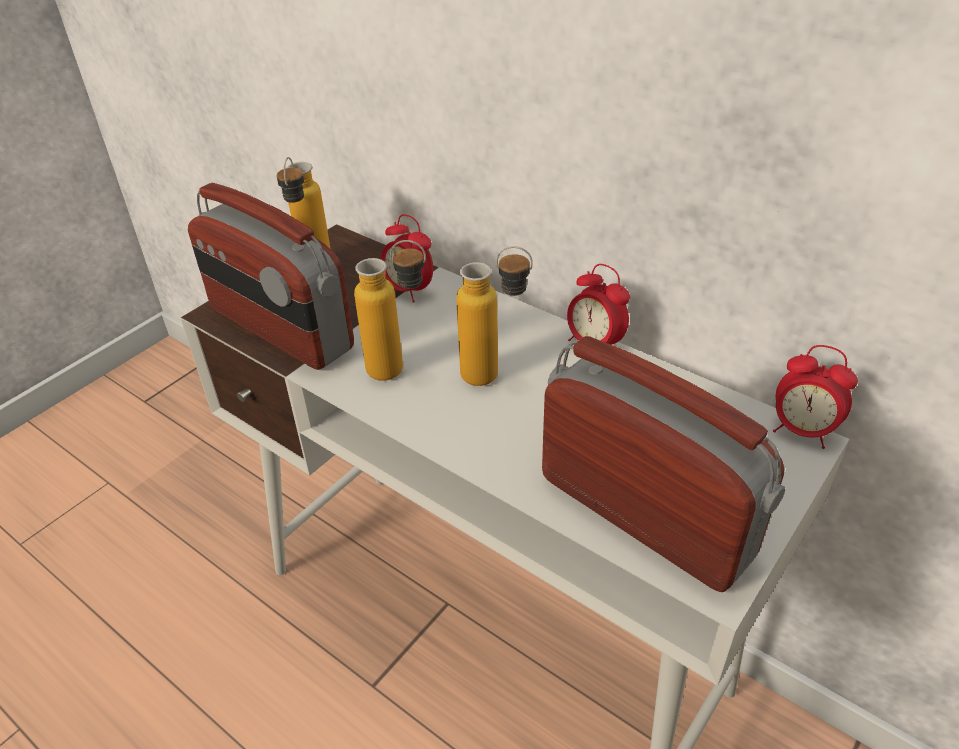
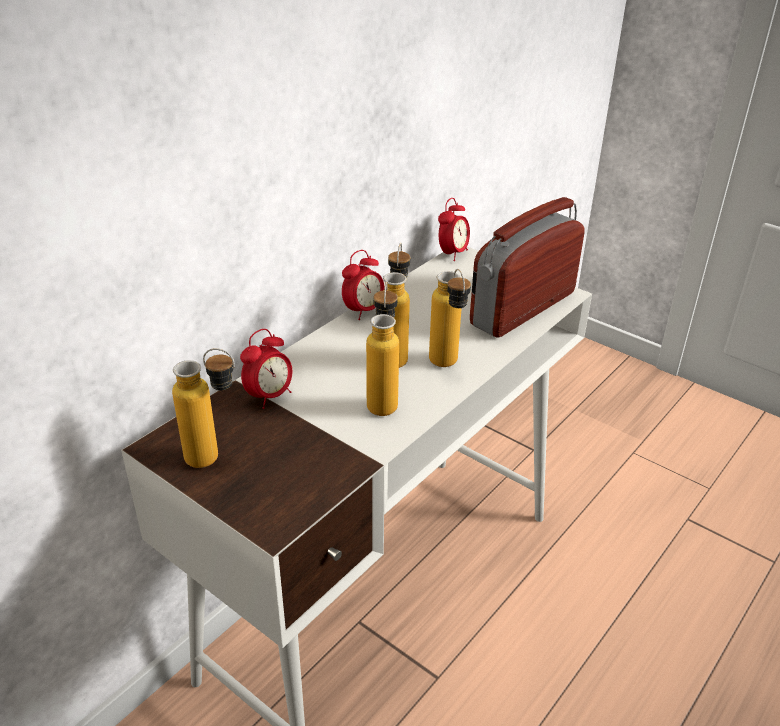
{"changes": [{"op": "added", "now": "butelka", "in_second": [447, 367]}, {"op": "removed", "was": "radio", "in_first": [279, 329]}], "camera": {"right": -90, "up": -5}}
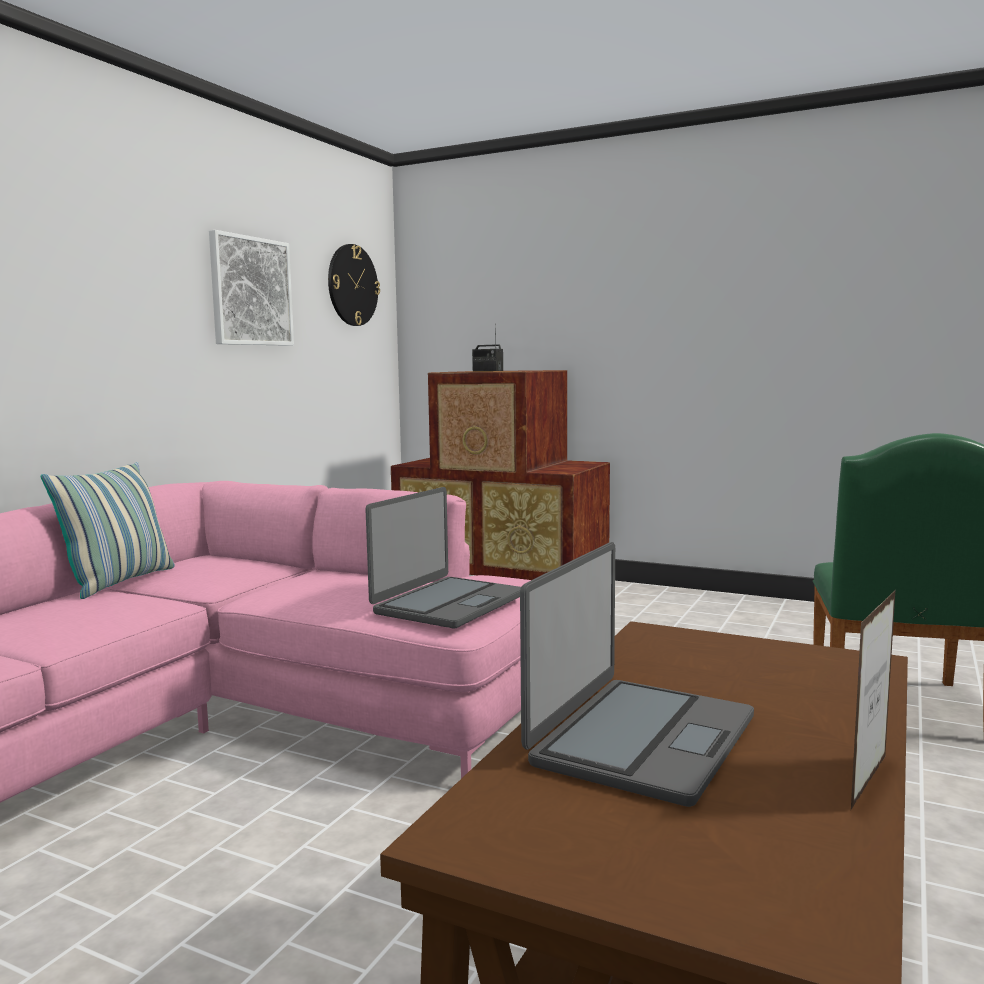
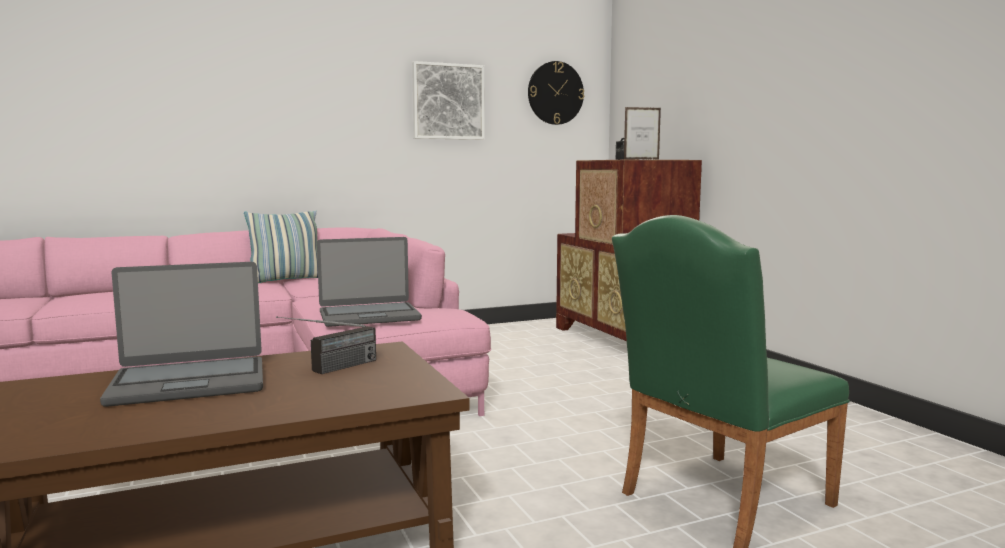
{"changes": [{"op": "added", "now": "radio", "in_second": [330, 369]}, {"op": "moved", "was": "ramka na zdjęcie", "in_first": [869, 781], "in_second": [641, 159]}], "camera": {"right": 40, "up": 0}}
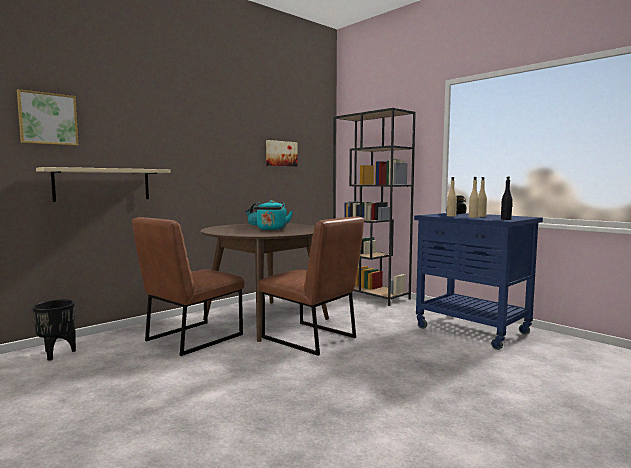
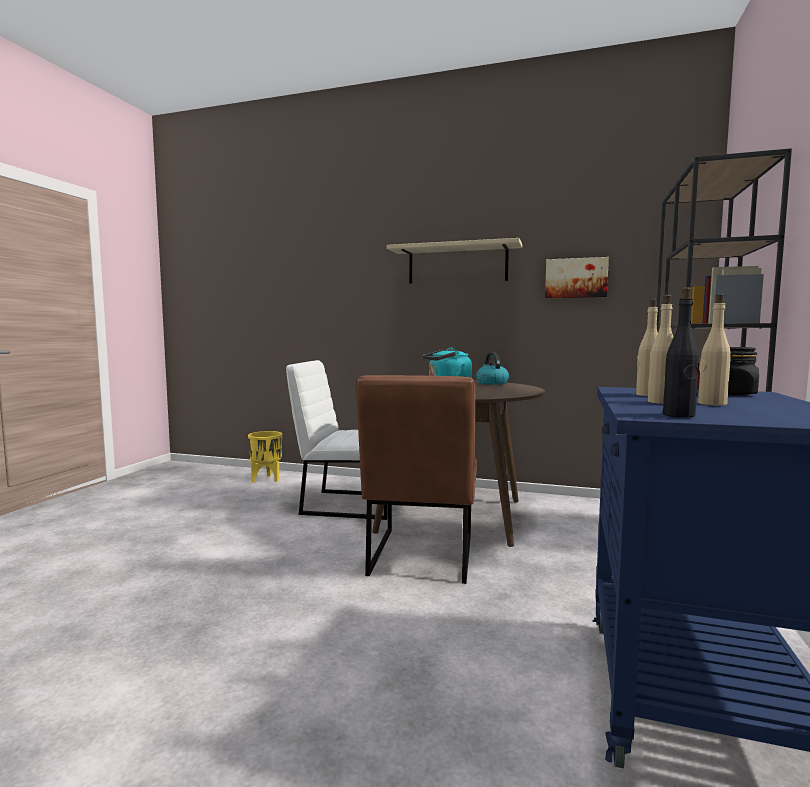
{"changes": [{"op": "recoloured", "was": "donica (czarny)", "now": "donica (żółty)", "in_first": [57, 354], "in_second": [266, 479]}, {"op": "recoloured", "was": "krzesło (brązowy)", "now": "krzesło (biały)", "in_first": [192, 338], "in_second": [348, 504]}, {"op": "moved", "was": "półka (beżowy)", "in_first": [103, 184], "in_second": [457, 264]}, {"op": "removed", "was": "obraz", "in_first": [48, 119]}], "camera": {"right": 60, "up": 0}}
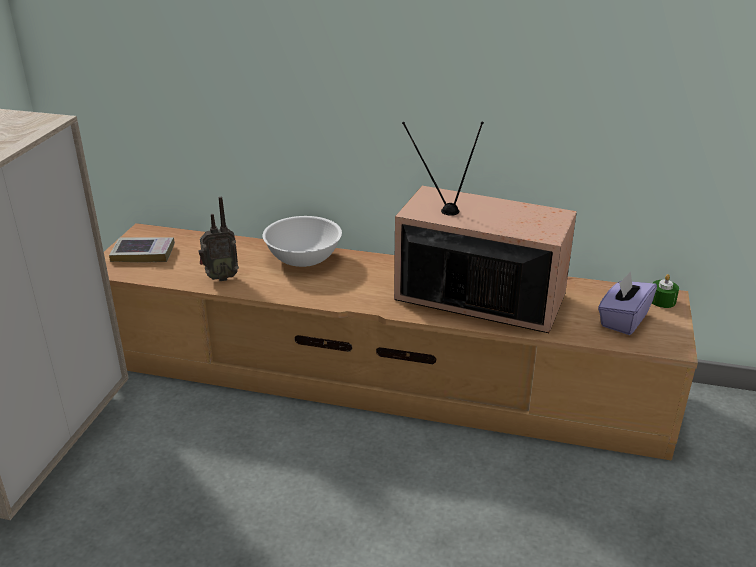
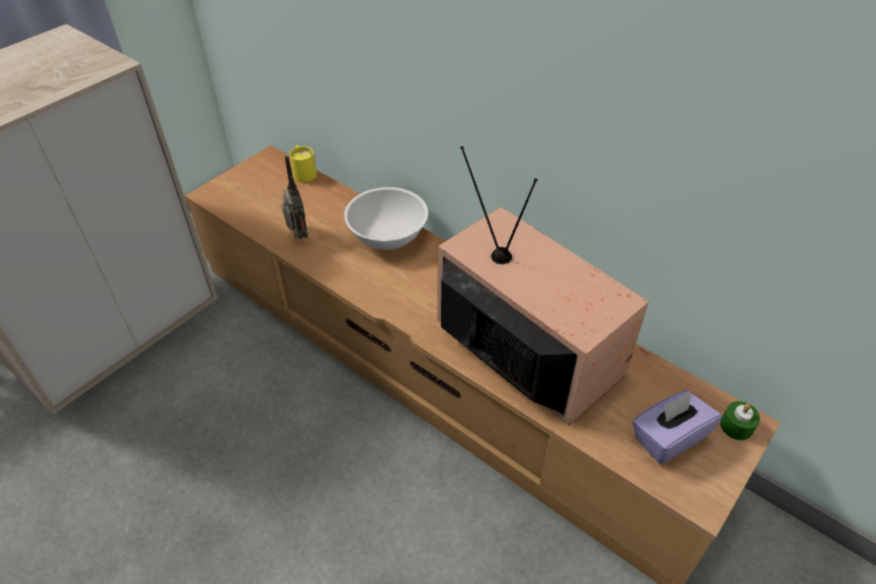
{"changes": [{"op": "turned", "was": "radio", "in_first": [220, 277], "in_second": [298, 236], "clockwise": -120}, {"op": "added", "now": "kubek (żółty)", "in_second": [303, 172]}, {"op": "removed", "was": "książka", "in_first": [143, 253]}], "camera": {"right": 25, "up": 15}}
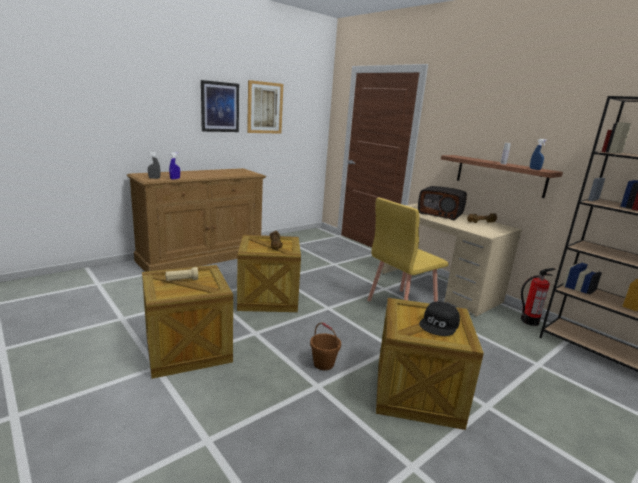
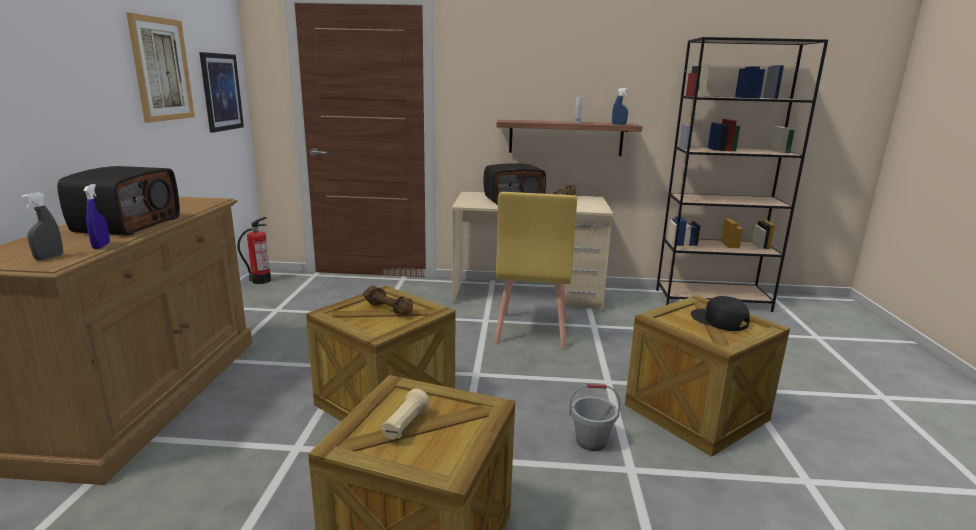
{"changes": [{"op": "added", "now": "radio", "in_second": [127, 224]}, {"op": "moved", "was": "obraz", "in_first": [220, 107], "in_second": [221, 92]}, {"op": "moved", "was": "gaśnica", "in_first": [529, 321], "in_second": [261, 280]}, {"op": "recoloured", "was": "wiadro (brązowy)", "now": "wiadro (szary)", "in_first": [324, 364], "in_second": [591, 441]}, {"op": "turned", "was": "czapka z daszkiem (czarny)", "in_first": [439, 324], "in_second": [719, 320], "clockwise": 150}], "camera": {"right": -45, "up": 0}}
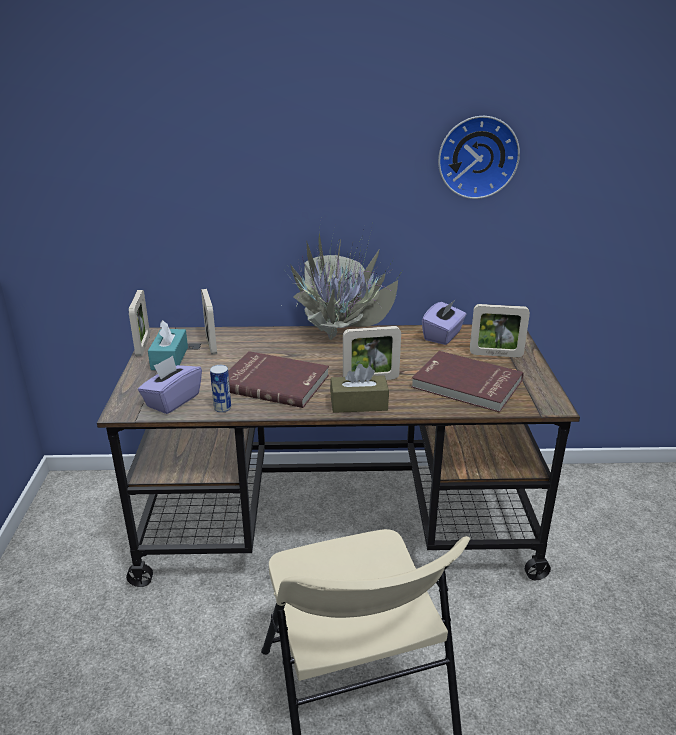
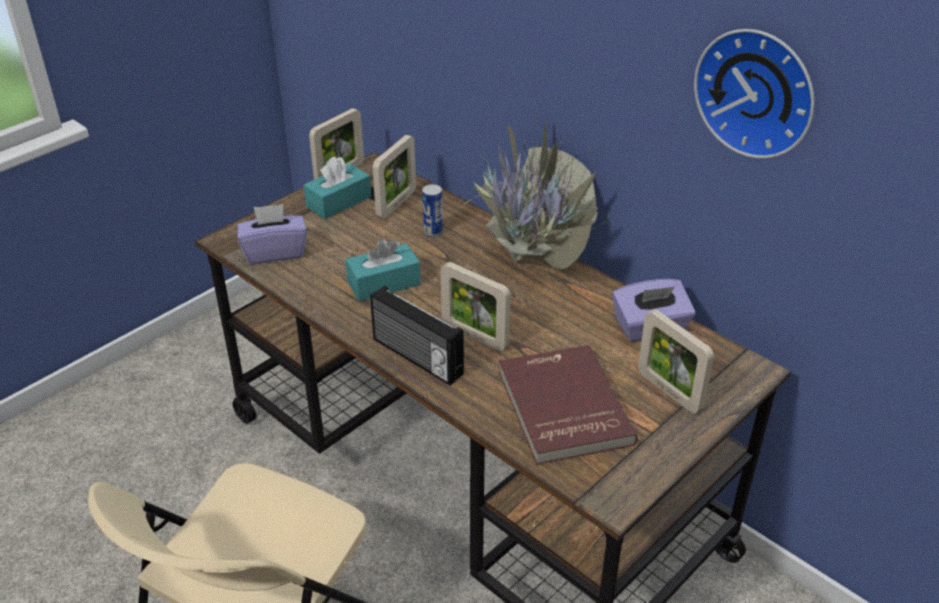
{"changes": [{"op": "replaced", "was": "książka (czerwony)", "now": "pudełko chusteczek (turkusowy)", "in_first": [275, 382], "in_second": [384, 283]}, {"op": "replaced", "was": "pudełko chusteczek (brązowy)", "now": "radio", "in_first": [359, 404], "in_second": [416, 358]}, {"op": "moved", "was": "puszka", "in_first": [222, 408], "in_second": [433, 232]}], "camera": {"right": 45, "up": 10}}
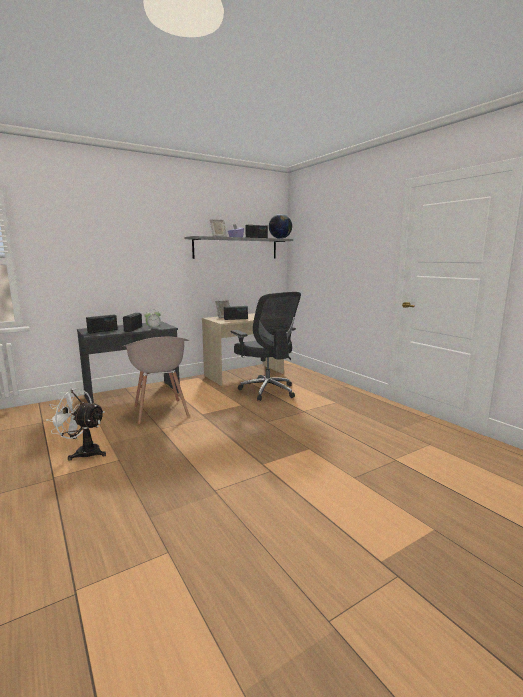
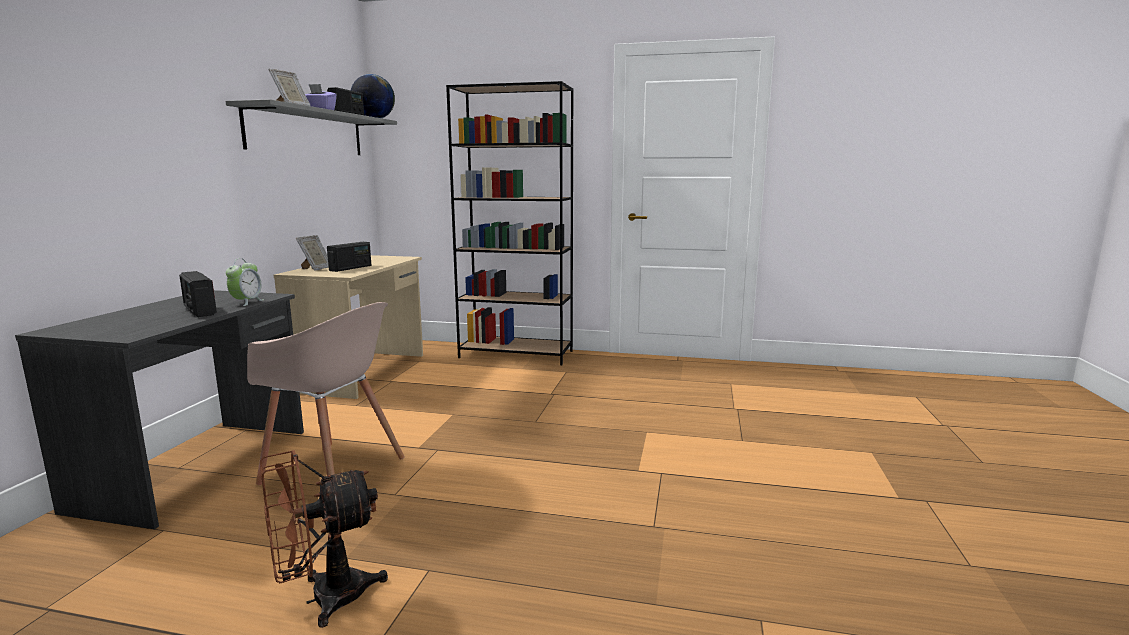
{"changes": [{"op": "recoloured", "was": "wentylator (biały)", "now": "wentylator (brązowy)", "in_first": [83, 452], "in_second": [323, 598]}, {"op": "added", "now": "regał (beżowy)", "in_second": [517, 354]}, {"op": "removed", "was": "radio", "in_first": [102, 331]}, {"op": "removed", "was": "krzesło biurowe", "in_first": [267, 390]}], "camera": {"right": -45, "up": 0}}
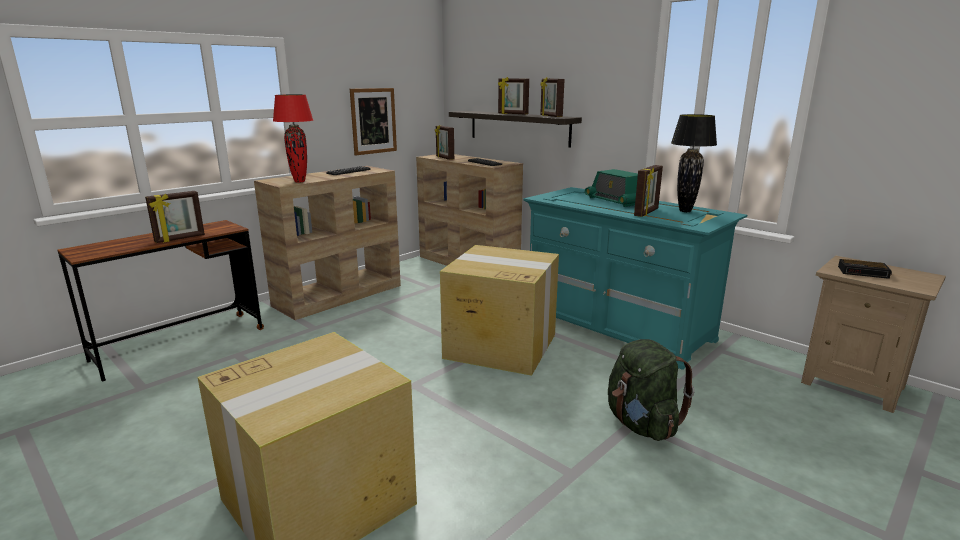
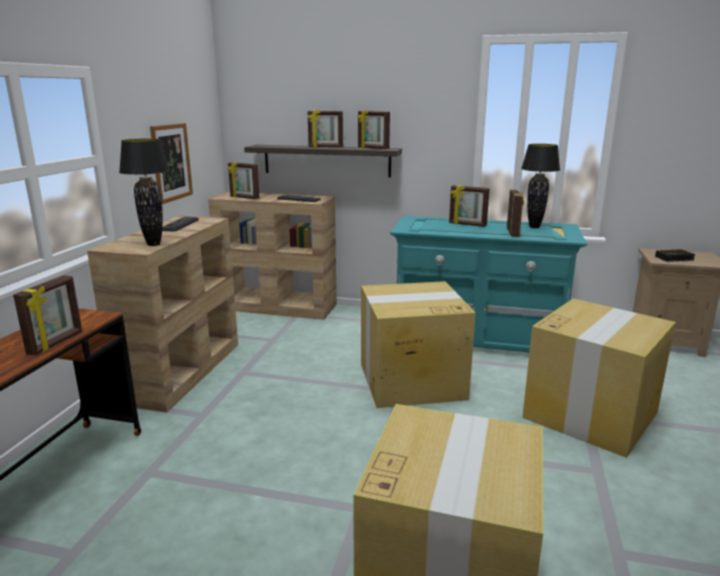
{"changes": [{"op": "recoloured", "was": "lampa stołowa (czerwony)", "now": "lampa stołowa (czarny)", "in_first": [299, 181], "in_second": [153, 244]}, {"op": "replaced", "was": "radio", "now": "ramka na zdjęcie", "in_first": [615, 201], "in_second": [467, 224]}, {"op": "replaced", "was": "plecak (zielony)", "now": "karton", "in_first": [641, 424], "in_second": [591, 414]}], "camera": {"right": -30, "up": 0}}
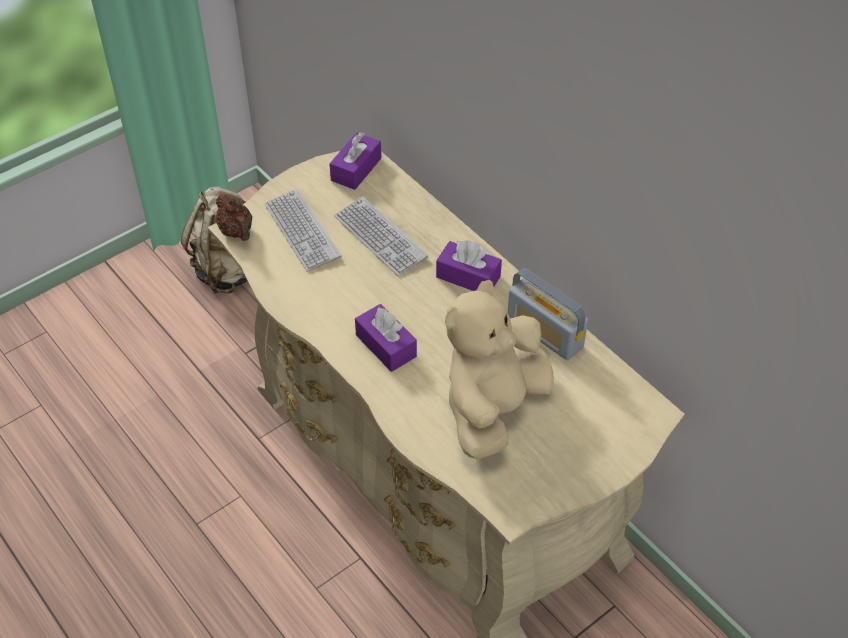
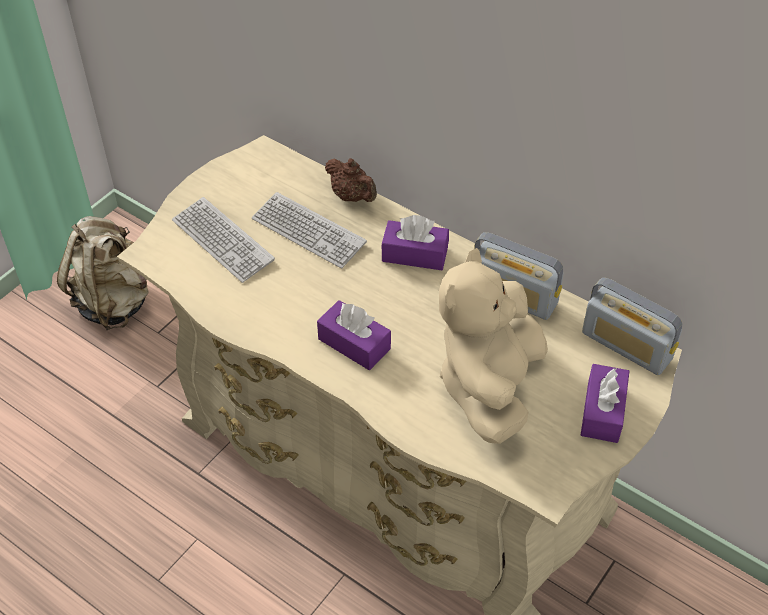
{"changes": [{"op": "moved", "was": "imbryk (brązowy)", "in_first": [237, 232], "in_second": [352, 196]}, {"op": "moved", "was": "pudełko chusteczek (fioletowy)", "in_first": [356, 169], "in_second": [602, 411]}, {"op": "added", "now": "radio", "in_second": [626, 346]}], "camera": {"right": -15, "up": 0}}
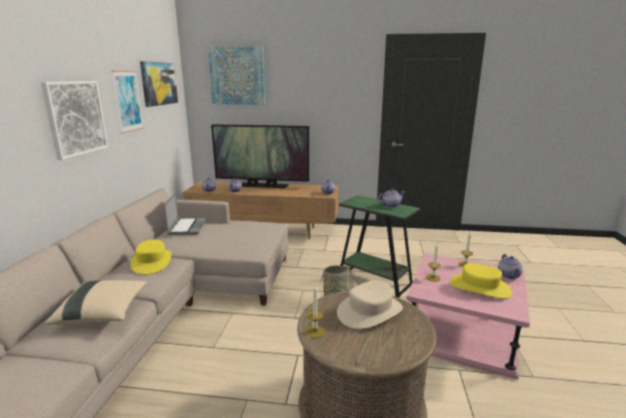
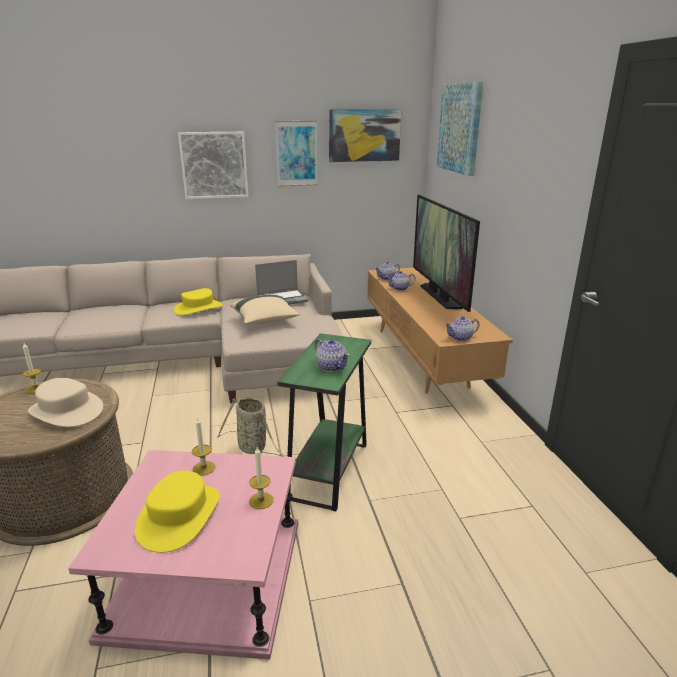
{"changes": [{"op": "moved", "was": "poduszka (beżowy)", "in_first": [103, 313], "in_second": [265, 320]}, {"op": "removed", "was": "imbryk", "in_first": [508, 275]}], "camera": {"right": 70, "up": 5}}
